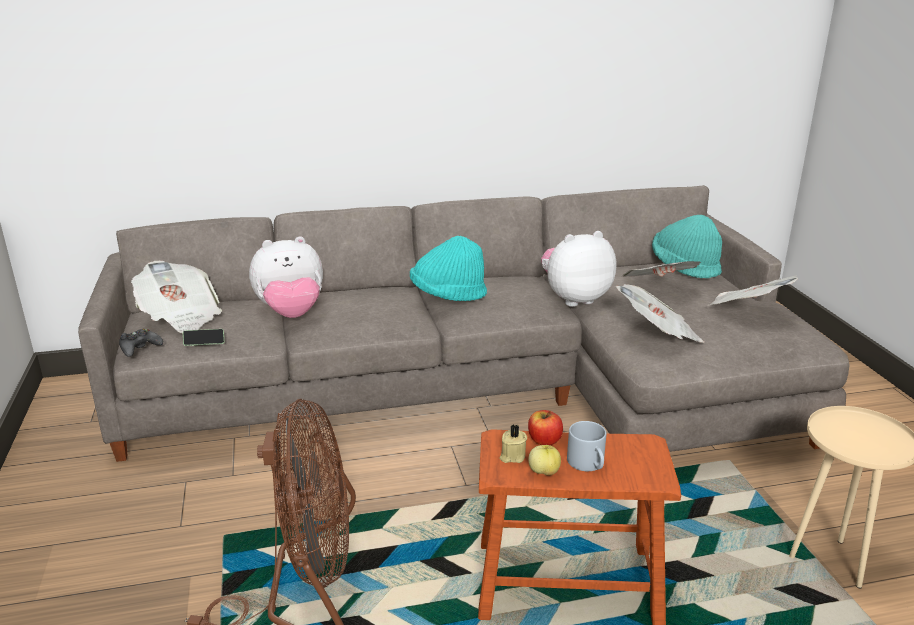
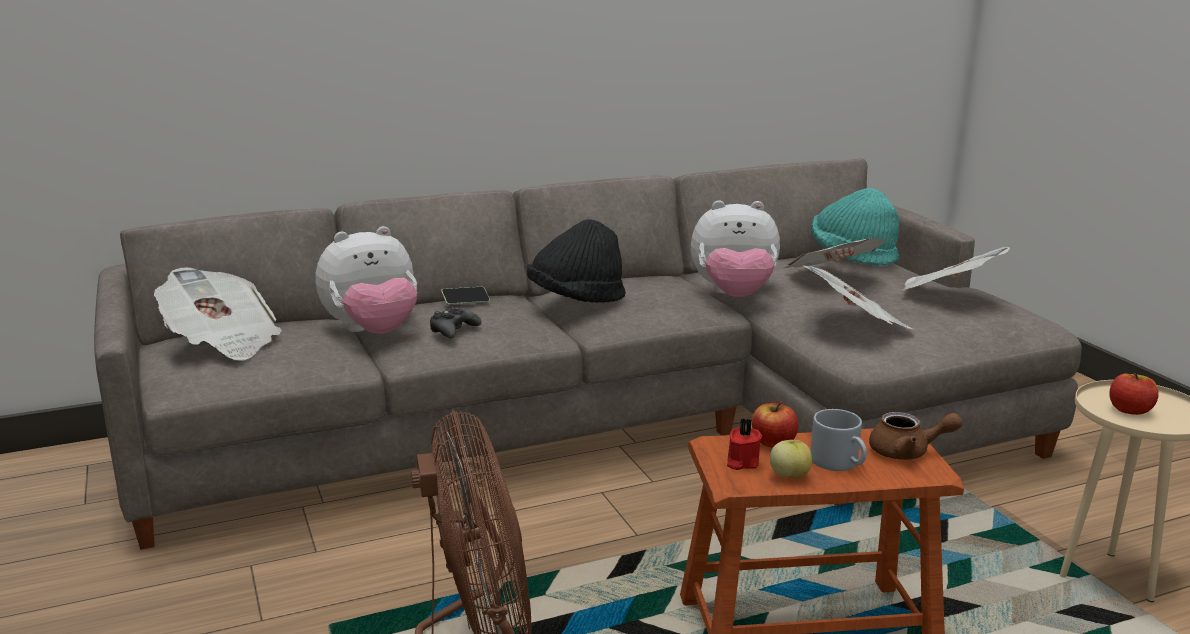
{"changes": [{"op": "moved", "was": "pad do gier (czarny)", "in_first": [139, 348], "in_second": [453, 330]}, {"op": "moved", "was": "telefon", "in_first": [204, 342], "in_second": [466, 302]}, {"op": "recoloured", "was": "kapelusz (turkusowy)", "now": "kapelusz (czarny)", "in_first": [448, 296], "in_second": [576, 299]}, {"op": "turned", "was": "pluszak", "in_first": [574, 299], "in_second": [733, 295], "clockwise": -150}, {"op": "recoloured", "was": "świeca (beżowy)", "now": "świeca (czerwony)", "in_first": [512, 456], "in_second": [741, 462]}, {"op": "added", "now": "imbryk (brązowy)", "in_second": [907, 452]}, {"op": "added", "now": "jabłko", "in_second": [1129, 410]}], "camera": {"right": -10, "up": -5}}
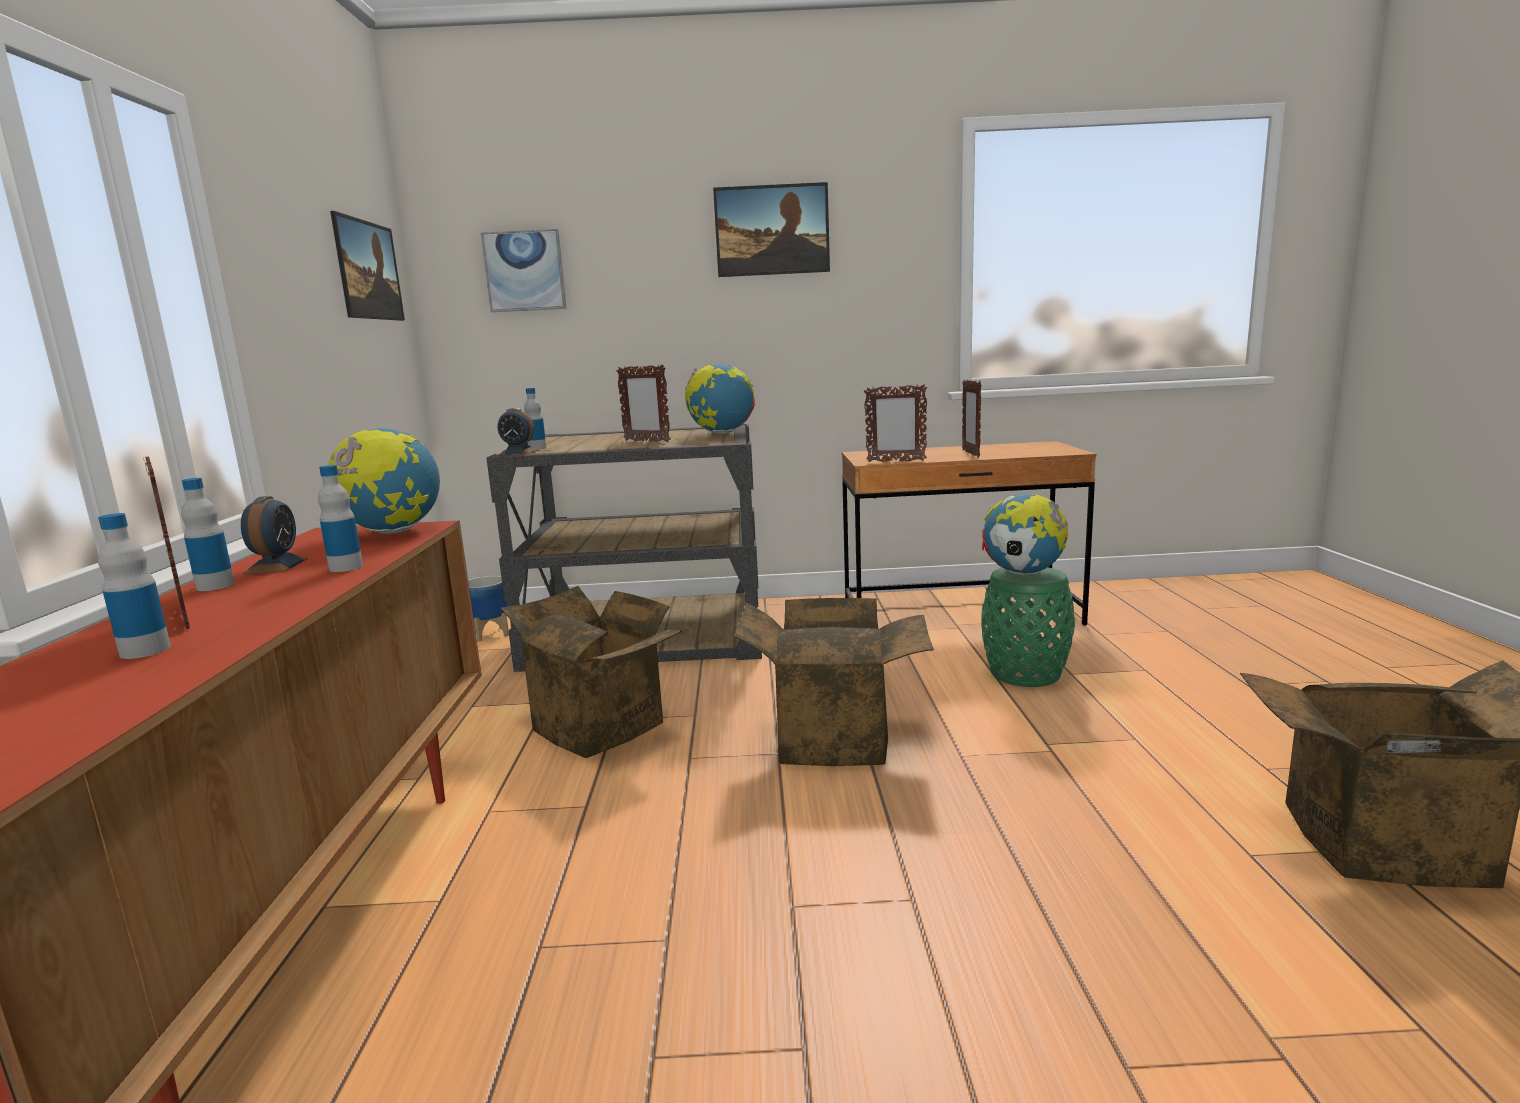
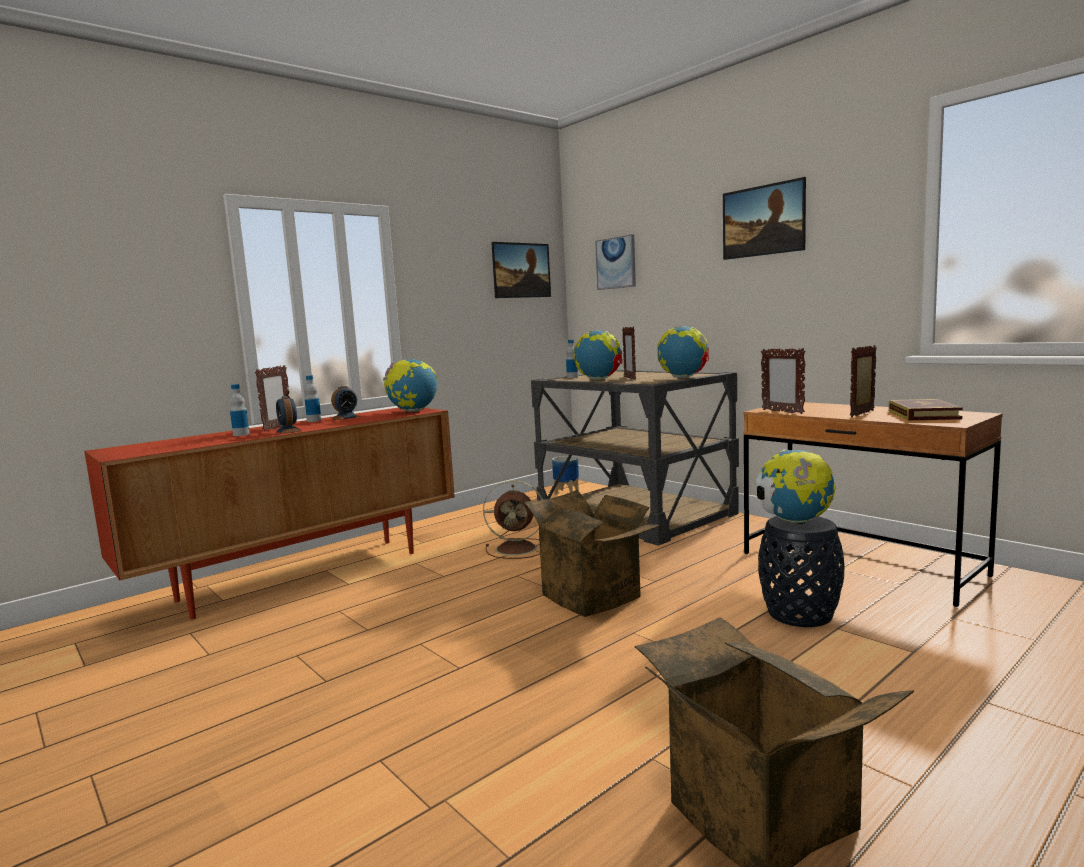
{"changes": [{"op": "moved", "was": "budzik", "in_first": [518, 452], "in_second": [288, 431]}, {"op": "replaced", "was": "karton", "now": "wentylator (brązowy)", "in_first": [604, 725], "in_second": [518, 548]}, {"op": "added", "now": "globus", "in_second": [599, 379]}, {"op": "recoloured", "was": "stołek (zielony)", "now": "stołek (czarny)", "in_first": [1025, 674], "in_second": [799, 614]}, {"op": "added", "now": "książka", "in_second": [923, 414]}, {"op": "removed", "was": "butelka", "in_first": [346, 567]}], "camera": {"right": 50, "up": -5}}
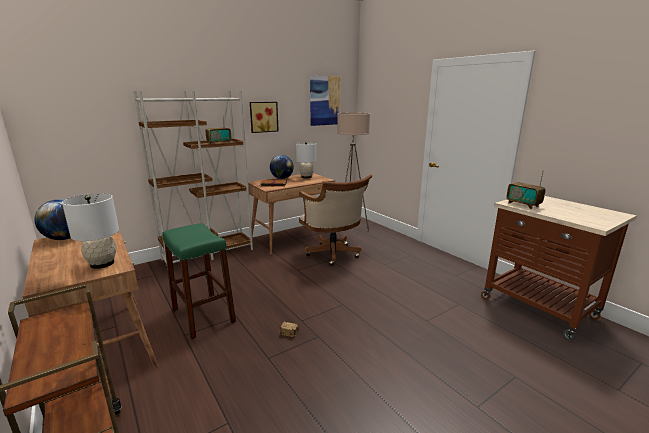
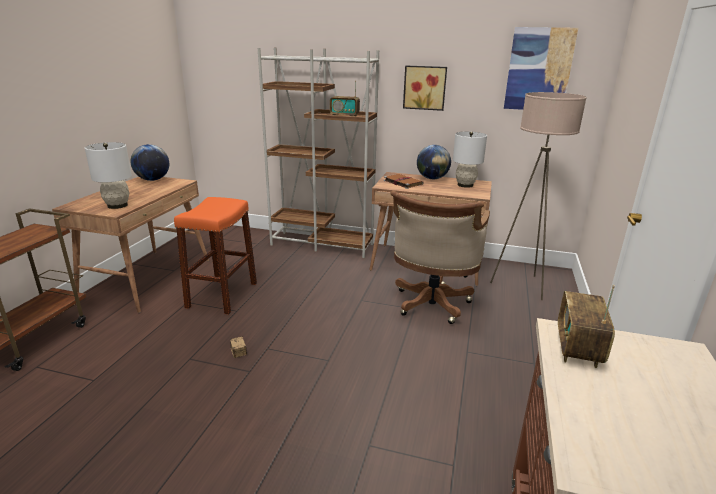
{"changes": [{"op": "recoloured", "was": "stołek (zielony)", "now": "stołek (pomarańczowy)", "in_first": [203, 315], "in_second": [222, 295]}], "camera": {"right": 50, "up": 5}}
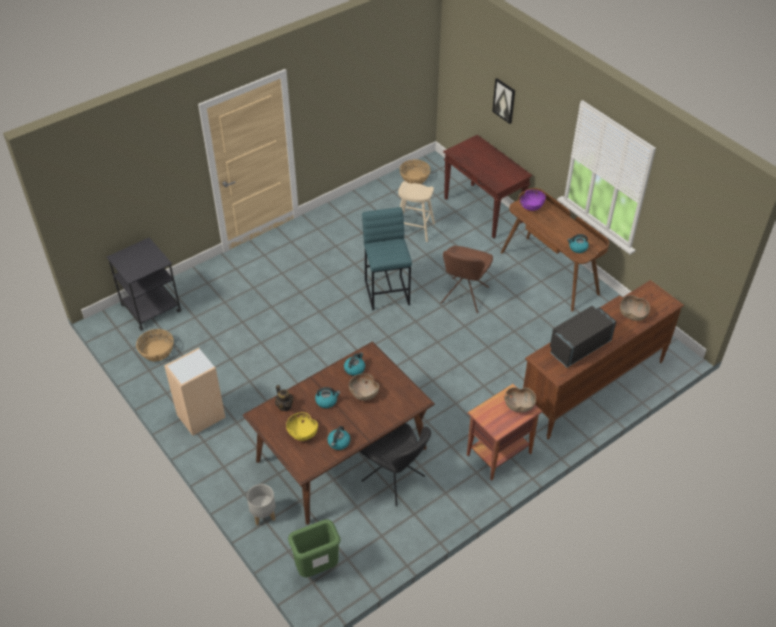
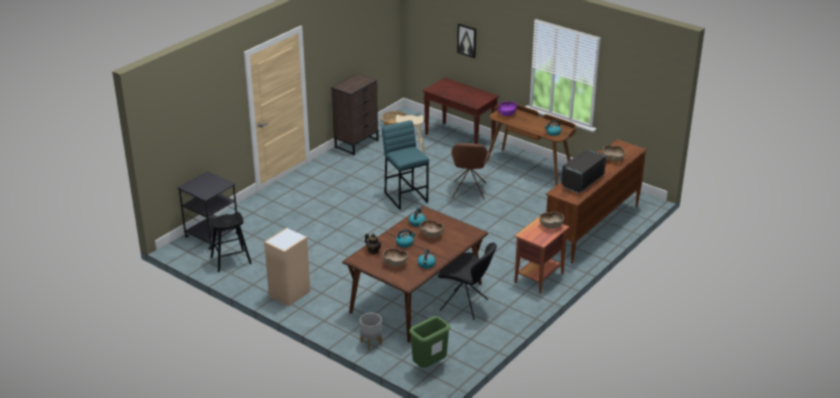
{"changes": [{"op": "replaced", "was": "koszyk", "now": "stołek (czarny)", "in_first": [157, 351], "in_second": [231, 260]}, {"op": "added", "now": "komoda (brązowy)", "in_second": [357, 144]}, {"op": "recoloured", "was": "miska (żółty)", "now": "miska (brązowy)", "in_first": [302, 433], "in_second": [395, 264]}], "camera": {"right": -15, "up": -15}}
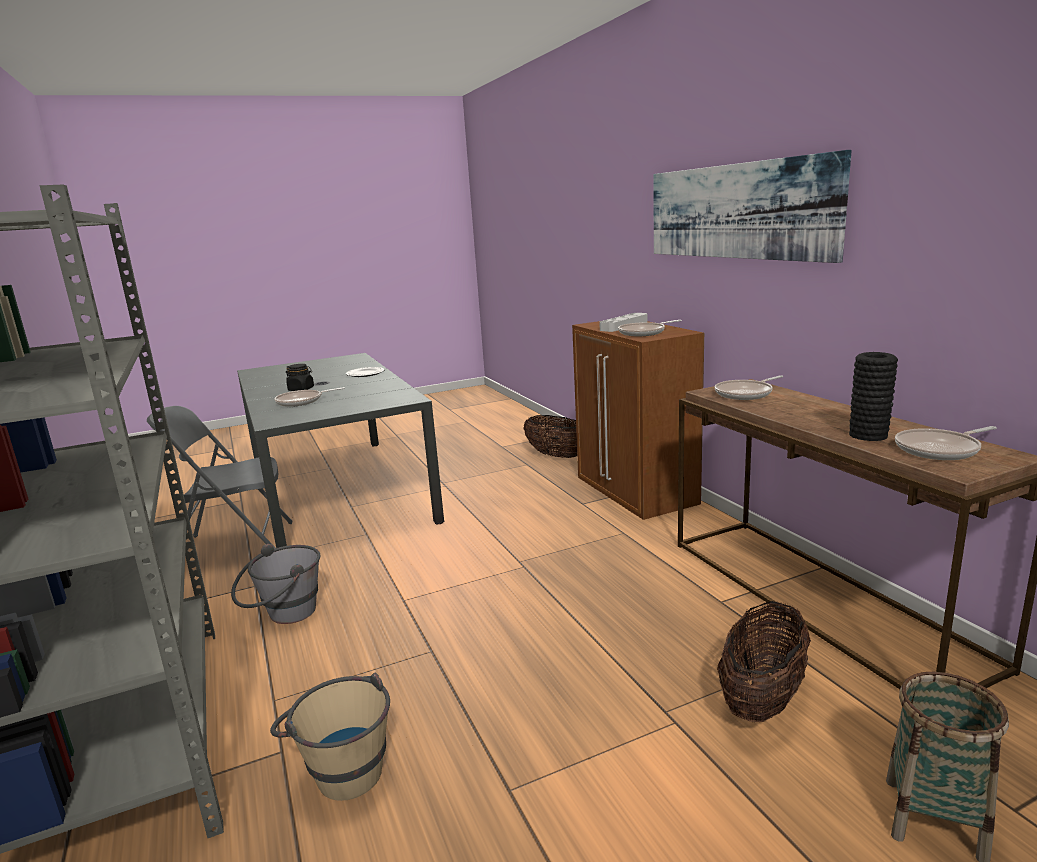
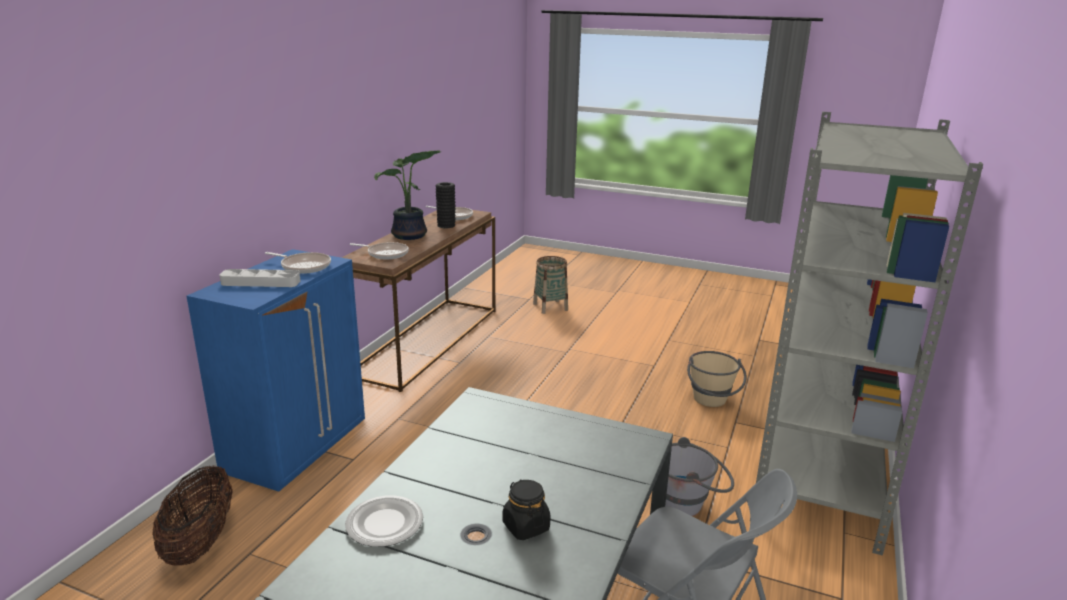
{"changes": [{"op": "recoloured", "was": "szafka (brązowy)", "now": "szafka (niebieski)", "in_first": [636, 490], "in_second": [296, 443]}, {"op": "added", "now": "roślina doniczkowa", "in_second": [409, 236]}, {"op": "removed", "was": "patelnia", "in_first": [302, 401]}, {"op": "removed", "was": "obraz", "in_first": [736, 211]}, {"op": "removed", "was": "koszyk", "in_first": [762, 698]}], "camera": {"right": -135, "up": 5}}
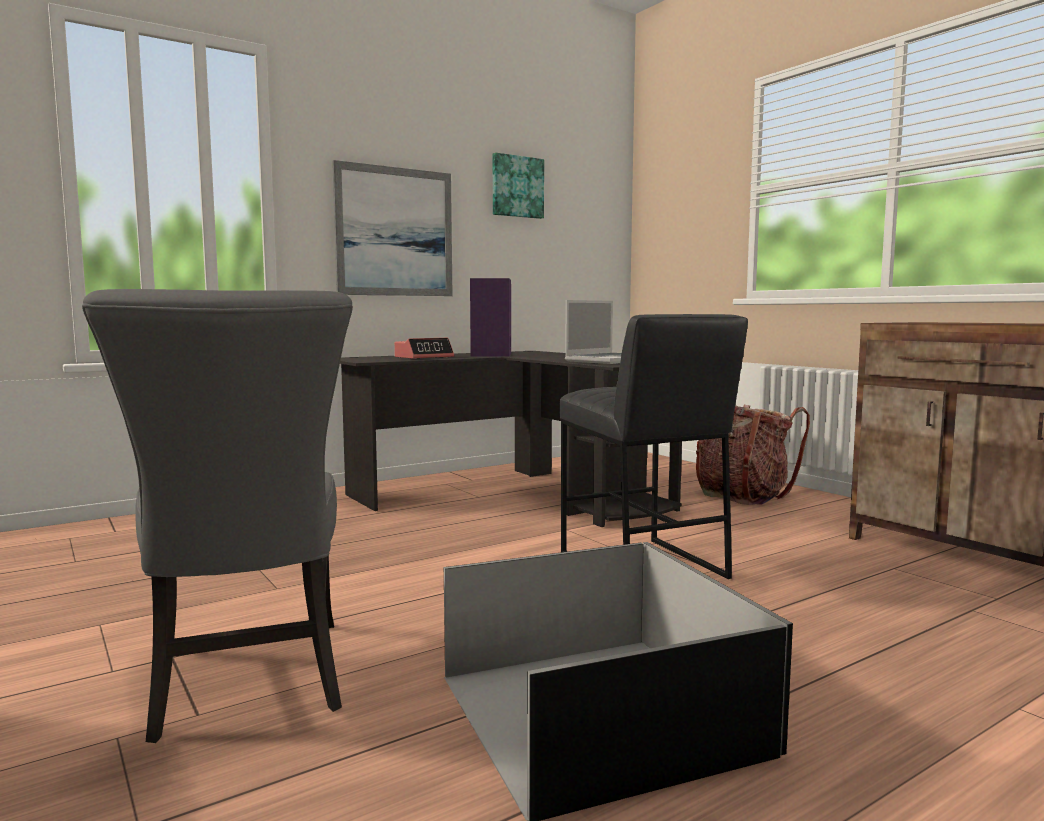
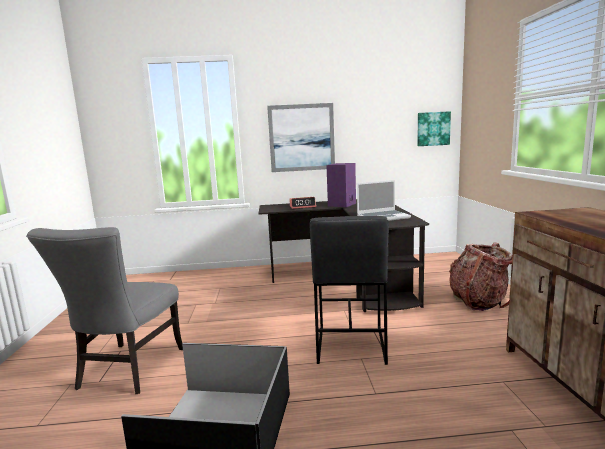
{"changes": [{"op": "moved", "was": "obraz", "in_first": [517, 187], "in_second": [433, 129]}], "camera": {"right": 30, "up": 5}}
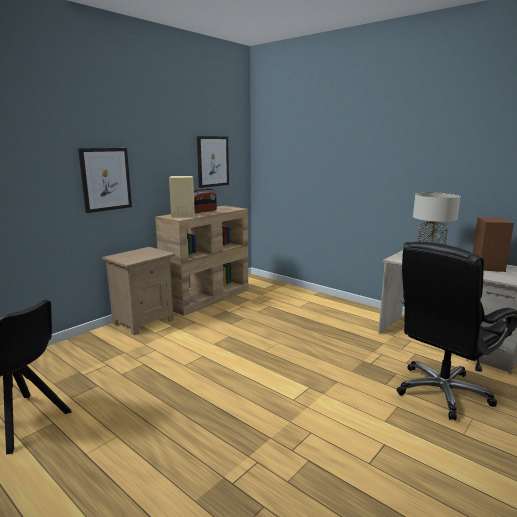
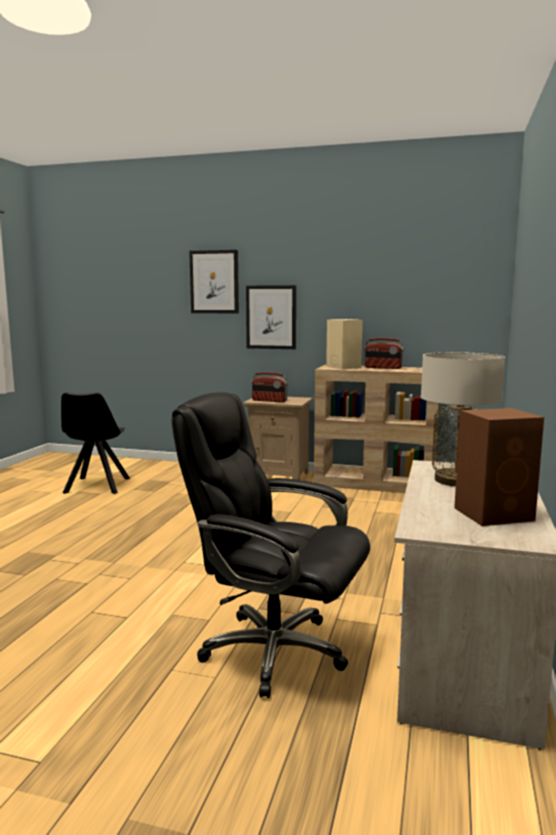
{"changes": [{"op": "moved", "was": "obraz", "in_first": [212, 161], "in_second": [214, 282]}, {"op": "added", "now": "radio", "in_second": [269, 401]}], "camera": {"right": 65, "up": -5}}
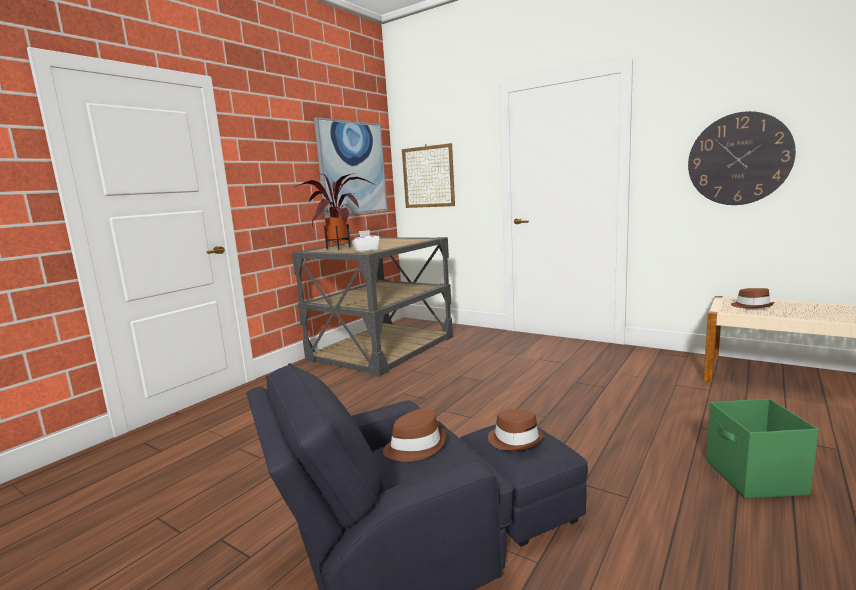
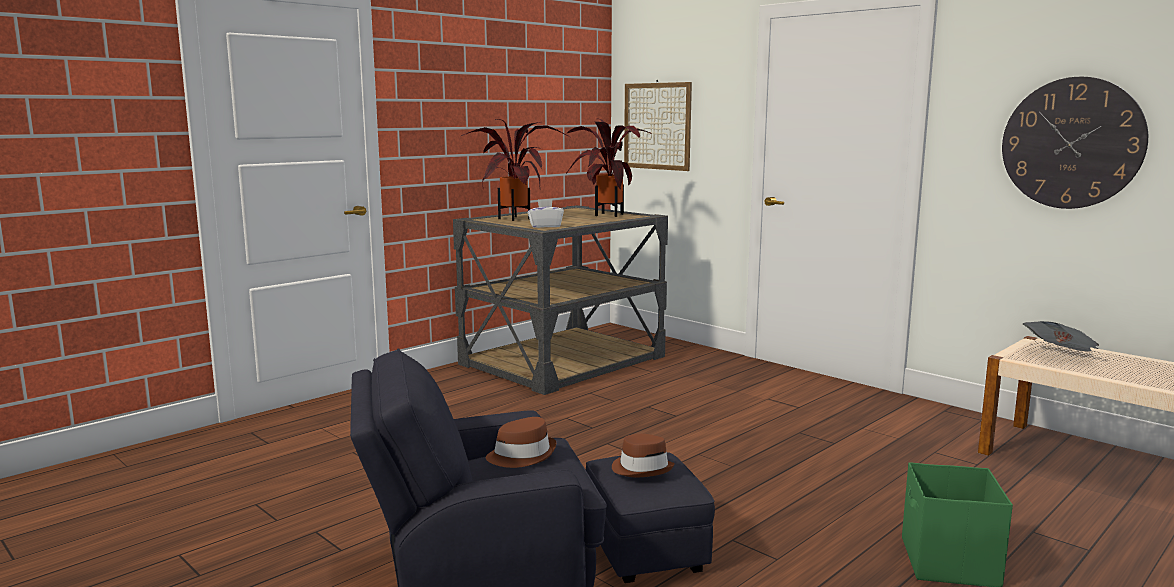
{"changes": [{"op": "added", "now": "roślina doniczkowa", "in_second": [606, 215]}, {"op": "replaced", "was": "kapelusz (brązowy)", "now": "gazeta", "in_first": [752, 306], "in_second": [1060, 355]}, {"op": "removed", "was": "obraz", "in_first": [352, 168]}], "camera": {"right": 10, "up": 0}}
